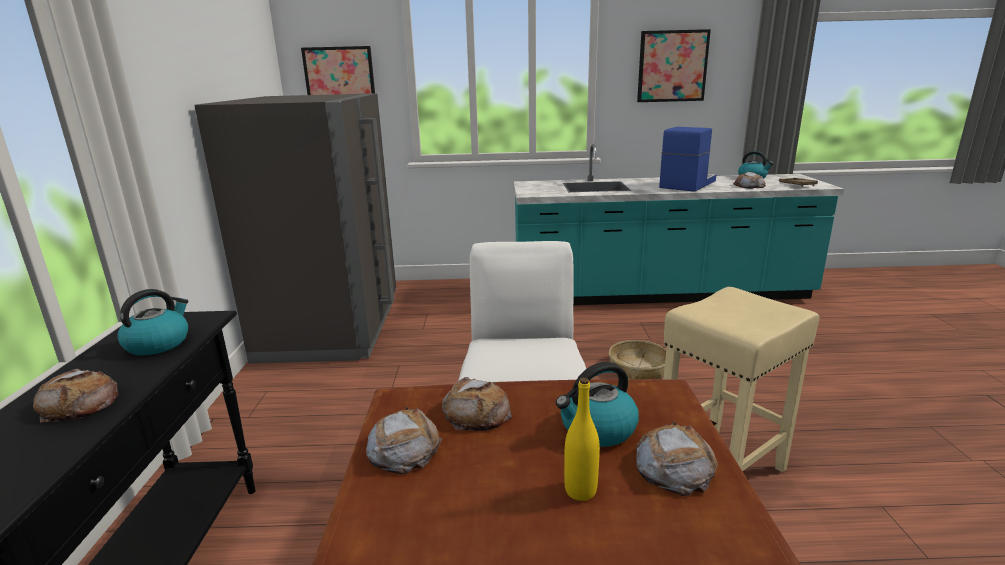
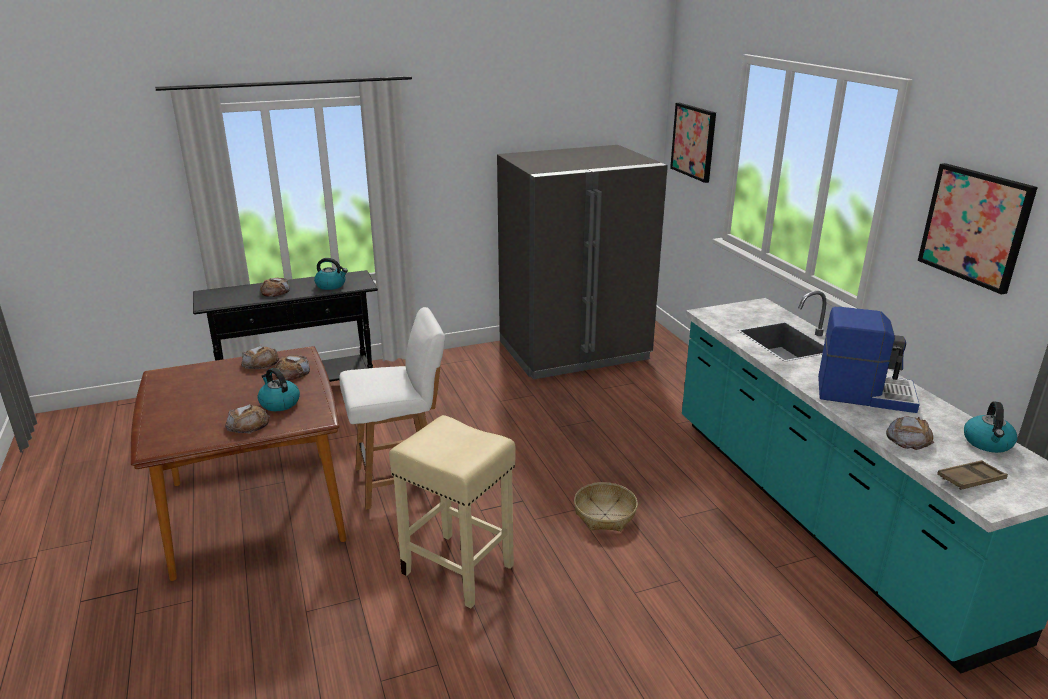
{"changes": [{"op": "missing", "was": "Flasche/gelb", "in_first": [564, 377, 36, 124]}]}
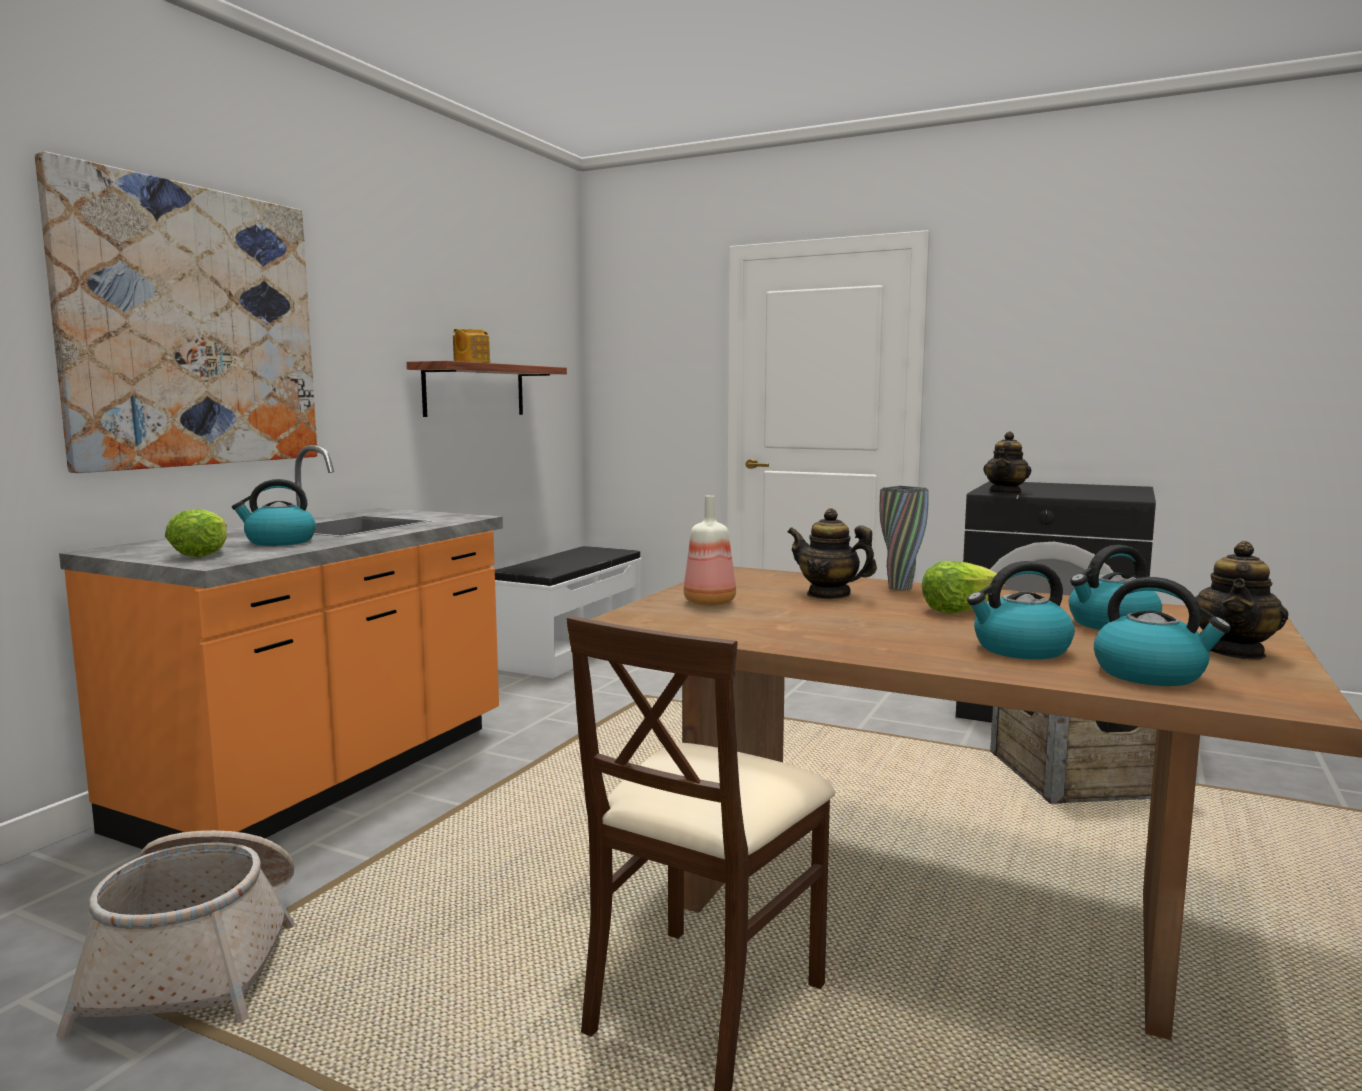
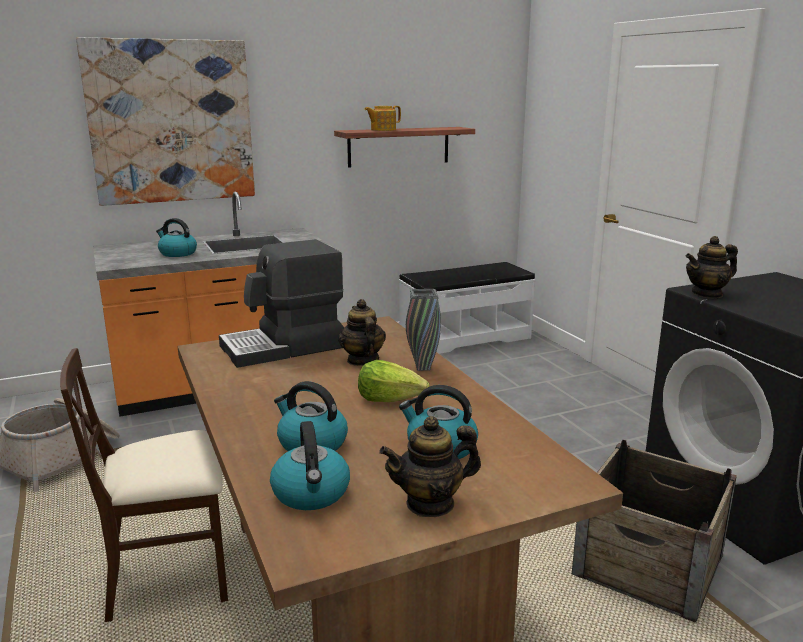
{"changes": [{"op": "missing", "was": "Salatkopf", "in_first": [165, 509, 62, 48]}, {"op": "exchanged", "was": "Flasche", "now": "Kaffeemaschine", "in_first": [684, 495, 52, 111], "in_second": [219, 239, 125, 129]}]}
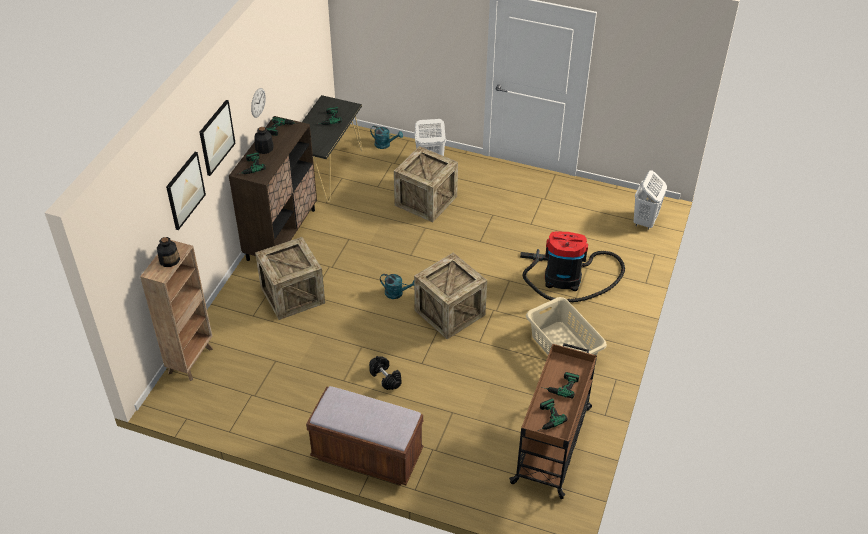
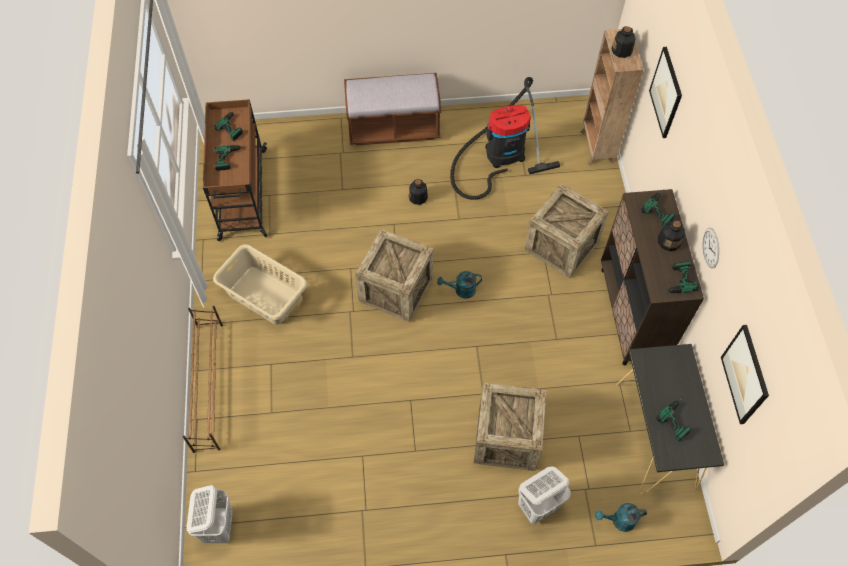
{"changes": [{"op": "relocated", "was": "Bild", "in_first": [199, 100, 37, 76], "in_second": [721, 325, 48, 99]}, {"op": "exchanged", "was": "Hantel/schwarz", "now": "Flasche", "in_first": [369, 356, 33, 34], "in_second": [409, 179, 19, 26]}, {"op": "relocated", "was": "Staubsauger", "in_first": [520, 231, 105, 71], "in_second": [450, 77, 110, 123]}, {"op": "appeared", "now": "Schuhregal/braun", "in_second": [183, 306, 40, 147]}]}
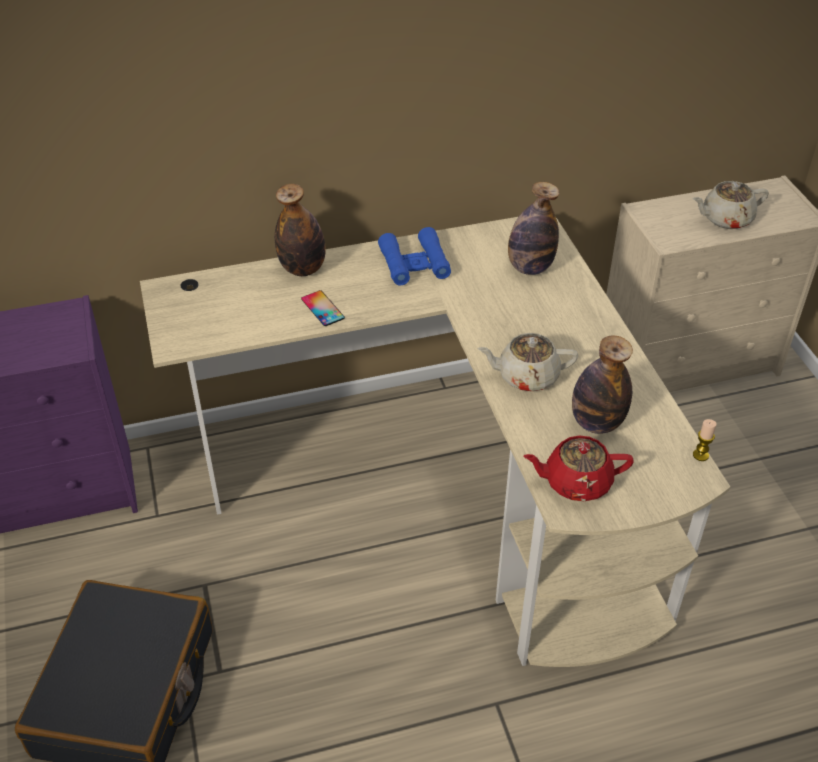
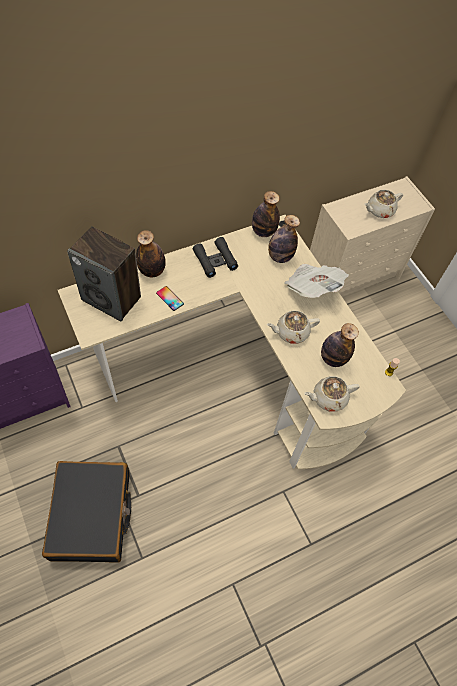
{"changes": [{"op": "colour", "was": "Fernglas/blau", "now": "Fernglas/schwarz", "in_first": [378, 227, 73, 58], "in_second": [193, 237, 45, 41]}, {"op": "colour", "was": "Teekanne/rot", "now": "Teekanne/beige", "in_first": [523, 436, 111, 65], "in_second": [304, 376, 56, 36]}, {"op": "appeared", "now": "Lautsprecher", "in_second": [67, 226, 74, 95]}, {"op": "appeared", "now": "Flasche", "in_second": [252, 191, 28, 46]}, {"op": "appeared", "now": "Zeitung", "in_second": [284, 264, 65, 34]}]}
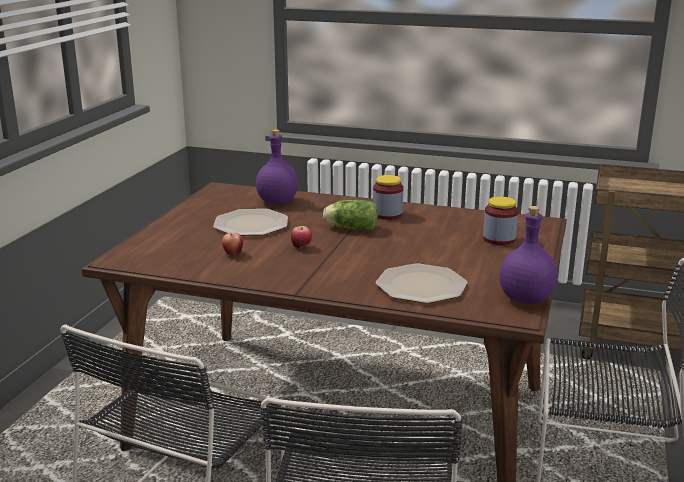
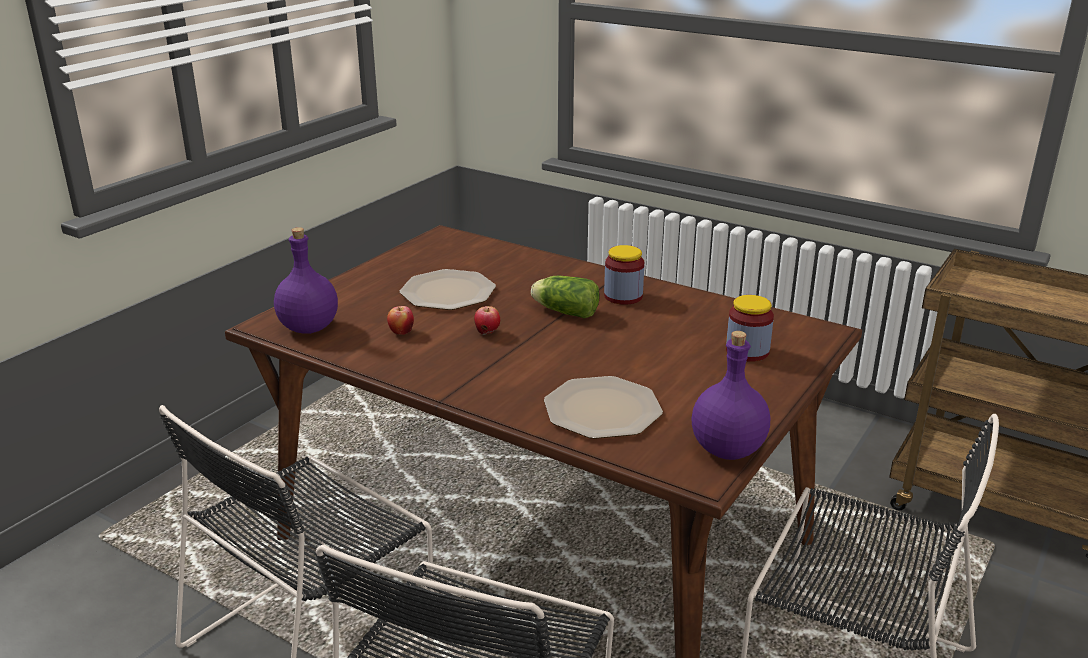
{"changes": [{"op": "relocated", "was": "Flasche/lila", "in_first": [256, 130, 42, 74], "in_second": [274, 227, 64, 107]}]}
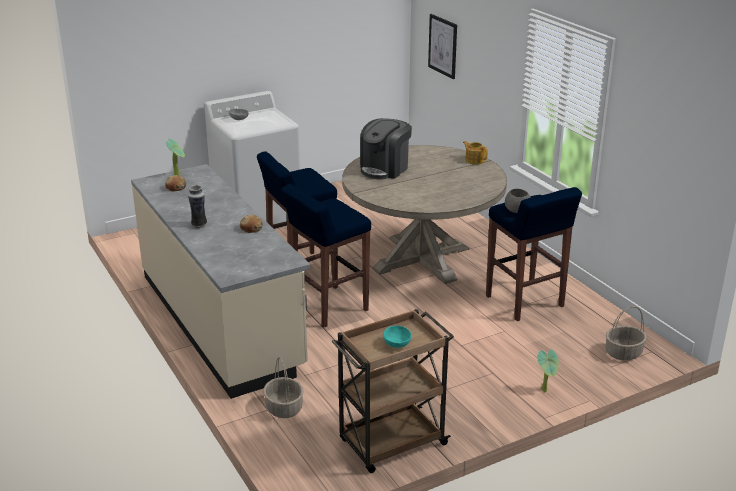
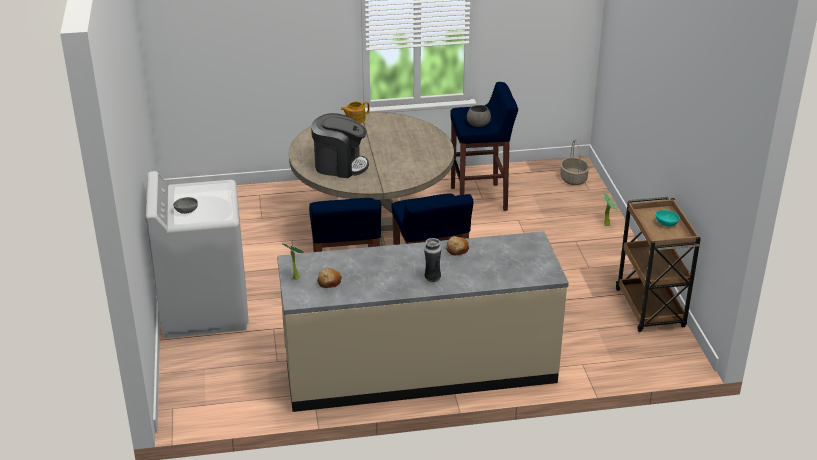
{"changes": [{"op": "missing", "was": "Korb", "in_first": [263, 357, 41, 61]}, {"op": "spun", "was": "Kaffeemaschine", "in_first": [360, 118, 52, 62], "in_second": [311, 113, 58, 65], "clockwise": -45}, {"op": "missing", "was": "Bild", "in_first": [428, 14, 29, 65]}]}
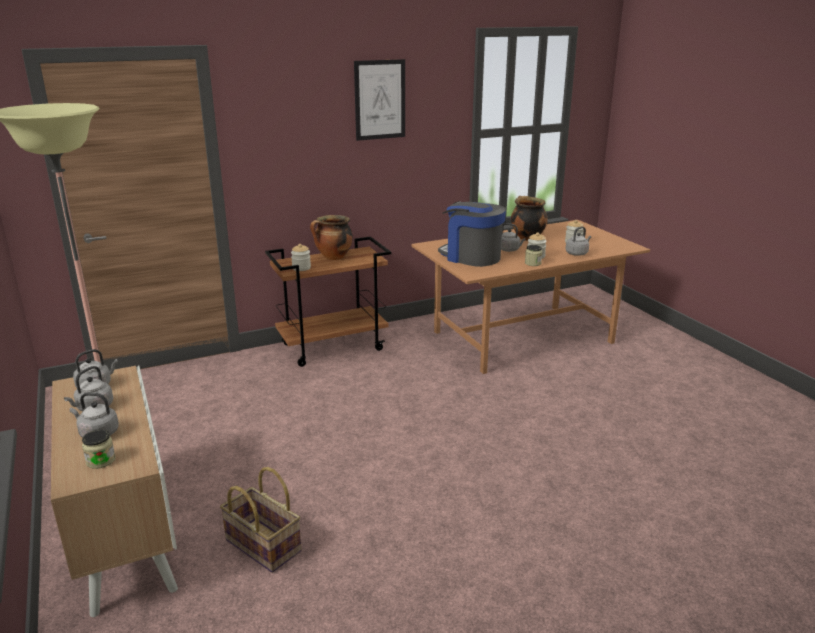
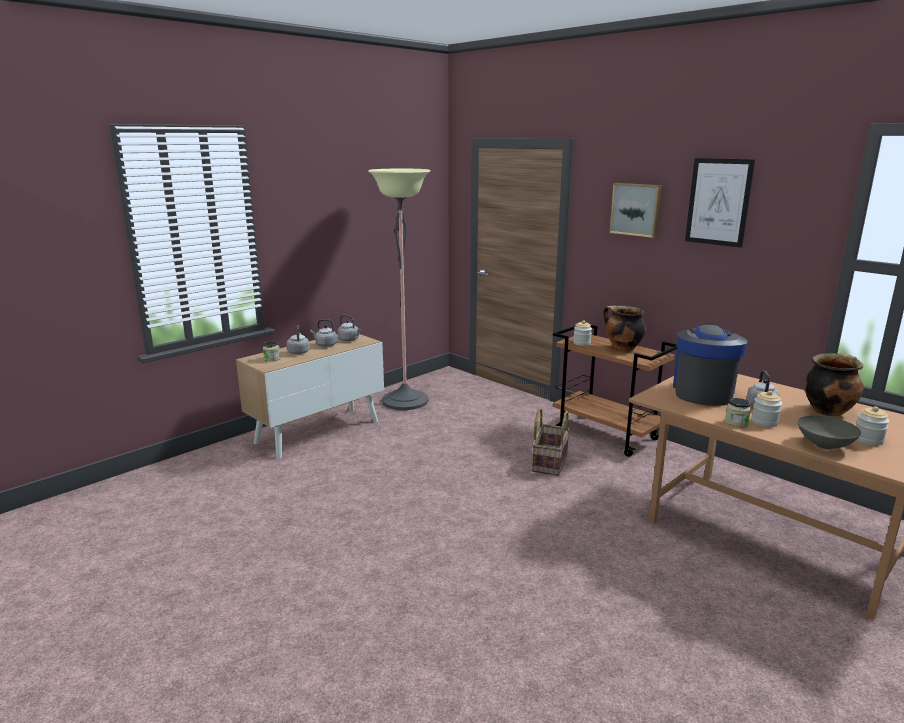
{"changes": [{"op": "relocated", "was": "Korb", "in_first": [220, 467, 82, 106], "in_second": [532, 407, 38, 69]}, {"op": "exchanged", "was": "Wasserkessel/grau", "now": "Schüssel/grau", "in_first": [566, 227, 25, 29], "in_second": [798, 415, 63, 34]}, {"op": "appeared", "now": "Bild", "in_second": [610, 183, 52, 55]}]}
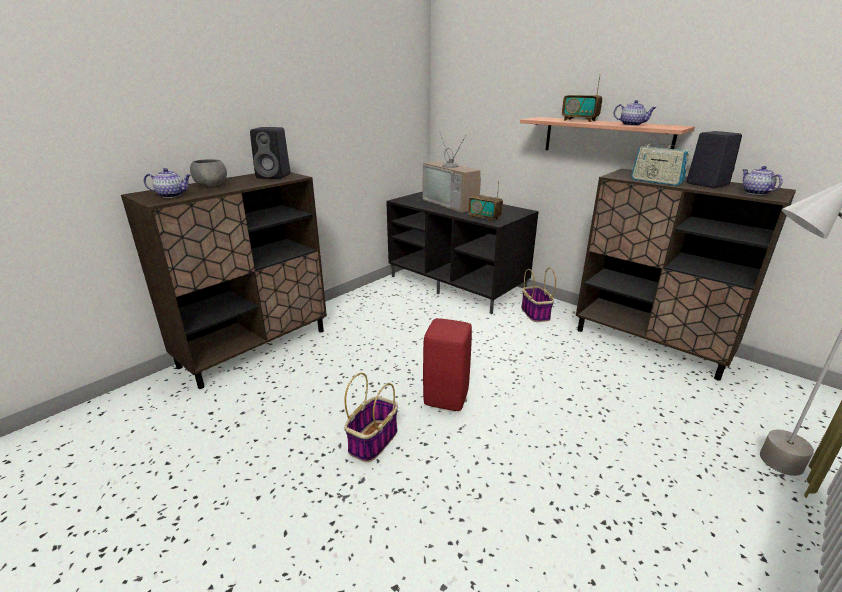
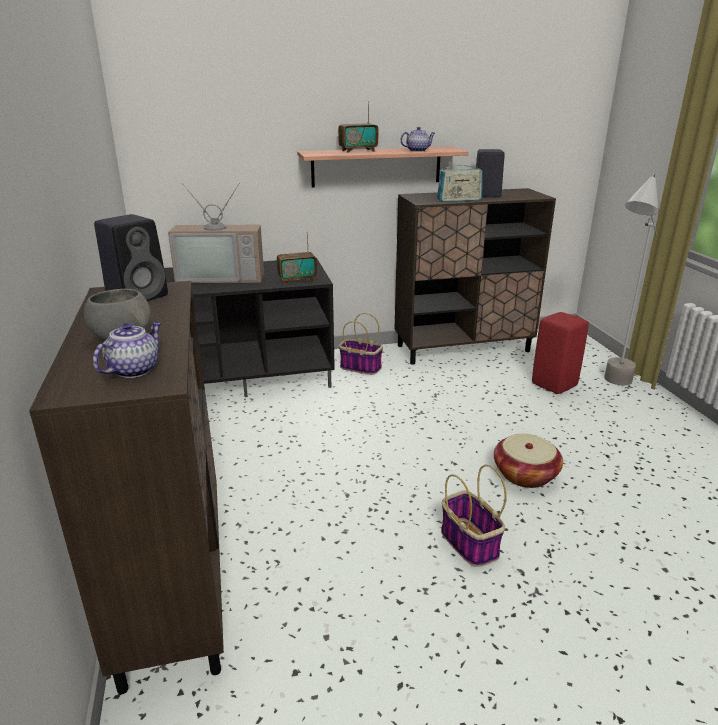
{"changes": [{"op": "relocated", "was": "Hocker/rot", "in_first": [423, 318, 49, 93], "in_second": [532, 312, 57, 82]}, {"op": "missing", "was": "Teekanne", "in_first": [742, 166, 41, 29]}, {"op": "appeared", "now": "Korb", "in_second": [494, 433, 69, 55]}]}
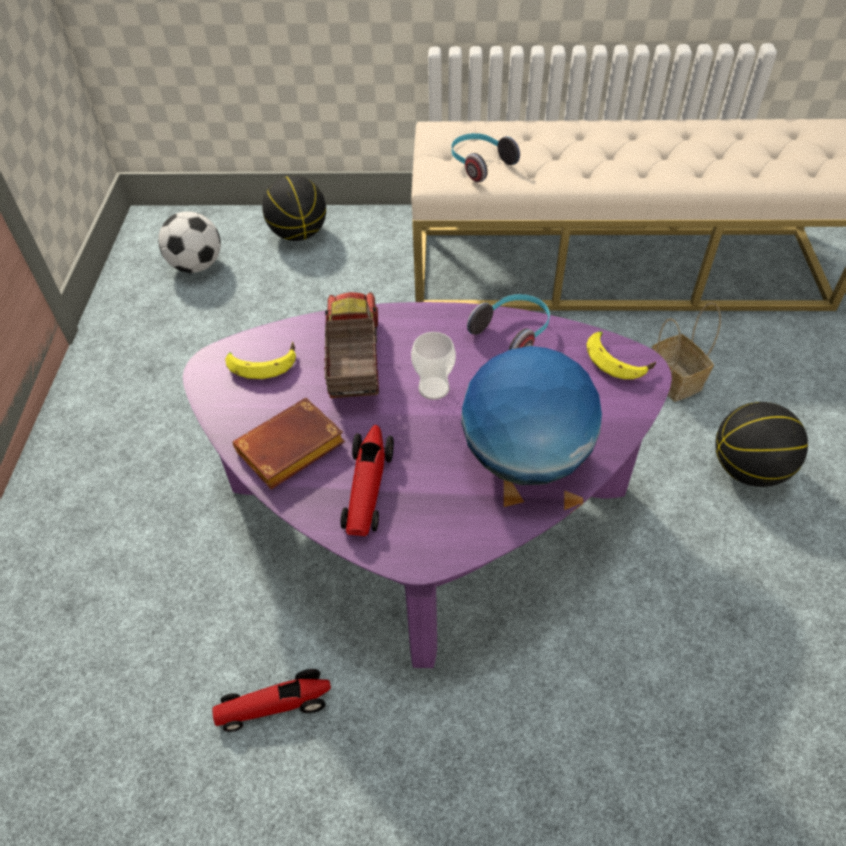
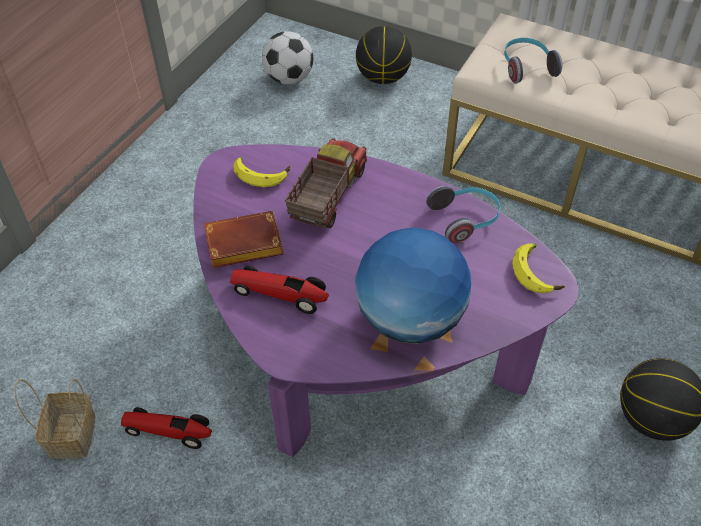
{"changes": [{"op": "spun", "was": "Spielzeugauto", "in_first": [341, 425, 53, 111], "in_second": [230, 266, 99, 48], "clockwise": 75}, {"op": "missing", "was": "Tasse", "in_first": [411, 332, 45, 68]}, {"op": "relocated", "was": "Korb", "in_first": [651, 302, 70, 100], "in_second": [14, 378, 82, 81]}]}
